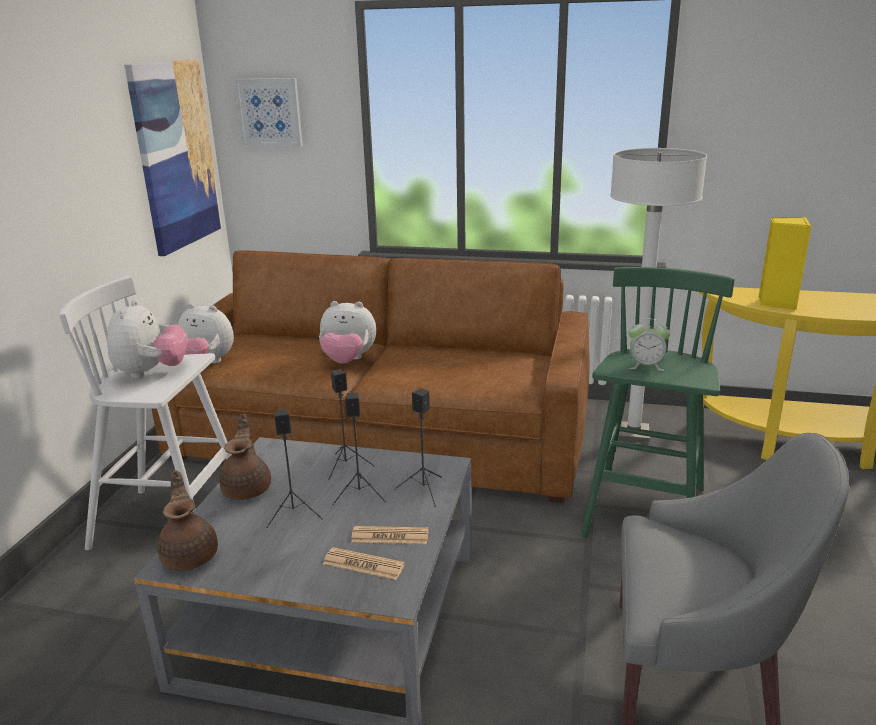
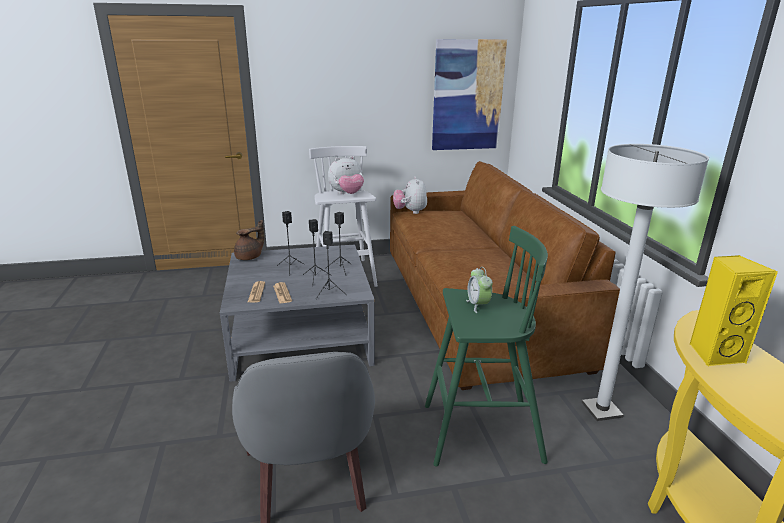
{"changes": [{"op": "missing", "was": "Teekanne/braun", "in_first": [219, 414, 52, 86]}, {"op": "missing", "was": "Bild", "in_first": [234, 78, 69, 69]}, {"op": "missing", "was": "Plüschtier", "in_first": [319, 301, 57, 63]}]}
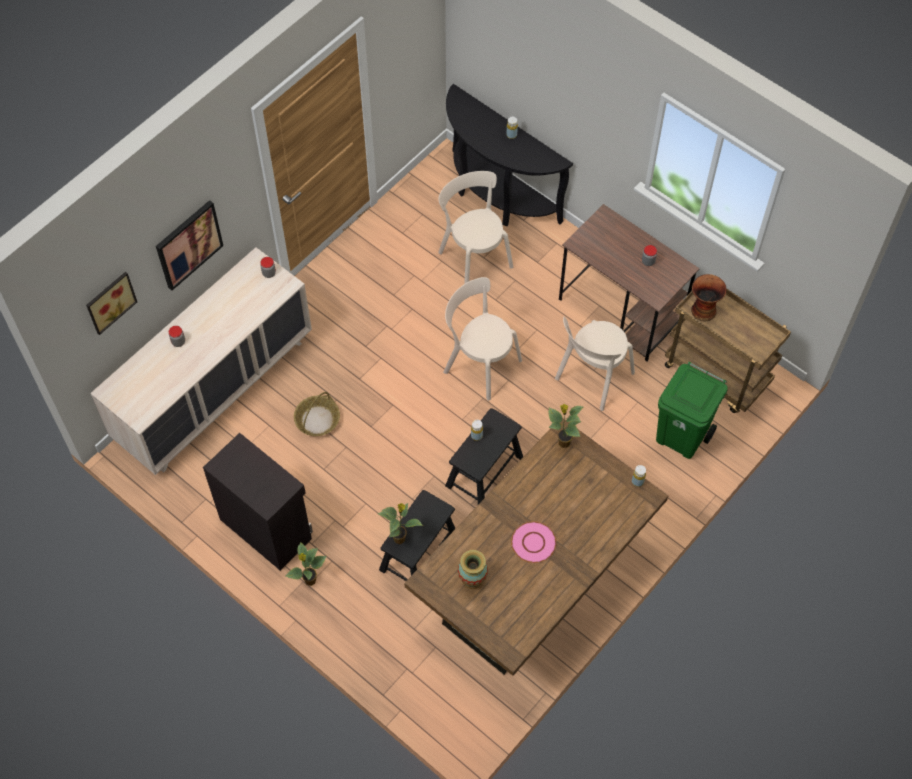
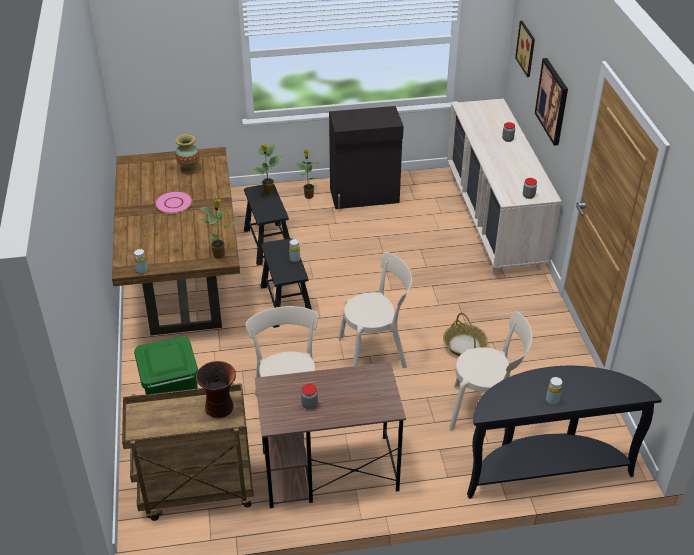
{"changes": [{"op": "relocated", "was": "Korb", "in_first": [294, 392, 46, 44], "in_second": [443, 313, 45, 43]}]}
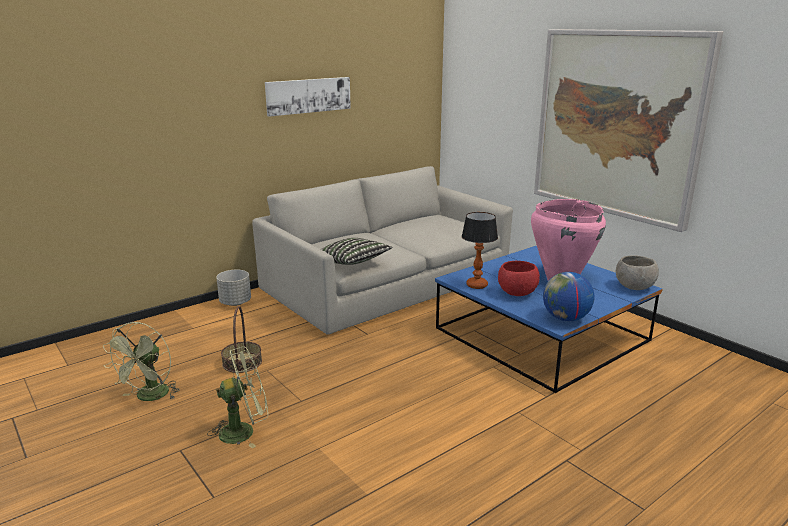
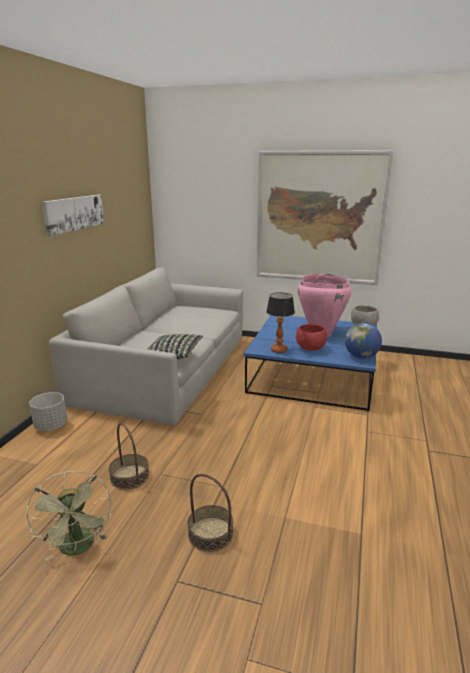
{"changes": [{"op": "exchanged", "was": "Ventilator/grün", "now": "Korb", "in_first": [207, 346, 61, 103], "in_second": [187, 474, 47, 78]}]}
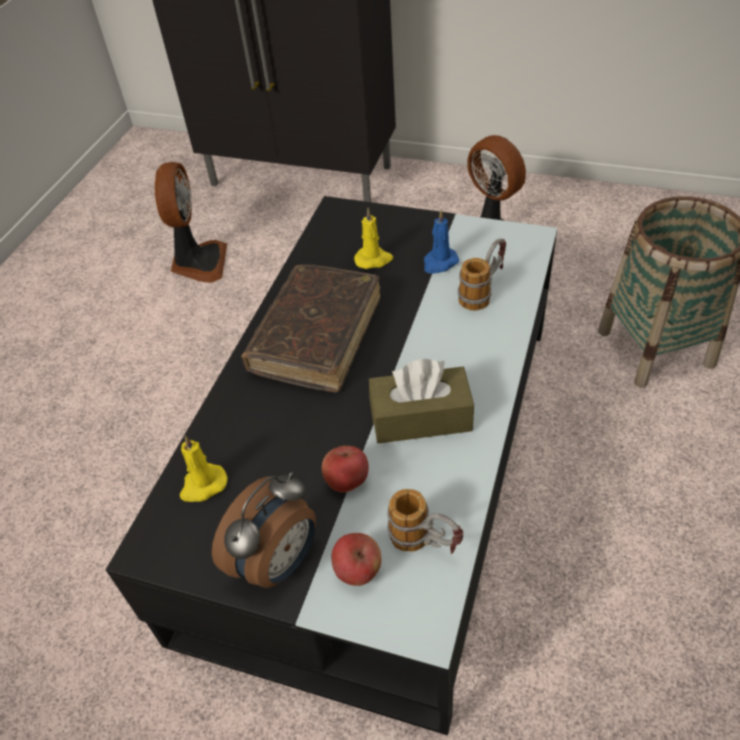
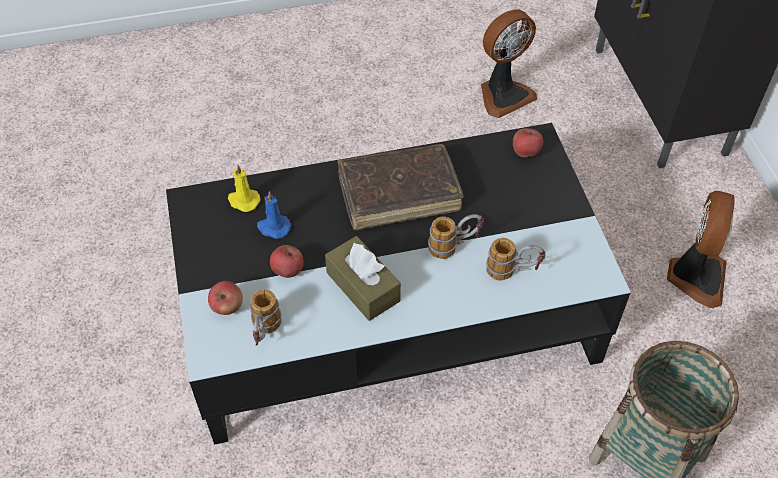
{"changes": [{"op": "missing", "was": "Wecker", "in_first": [212, 472, 104, 116]}, {"op": "missing", "was": "Kerze/gelb", "in_first": [354, 208, 39, 61]}, {"op": "relocated", "was": "Kerze/blau", "in_first": [424, 210, 35, 64], "in_second": [257, 191, 34, 48]}, {"op": "appeared", "now": "Henkelbecher", "in_second": [428, 214, 56, 45]}, {"op": "appeared", "now": "Apfel", "in_second": [513, 128, 30, 29]}]}
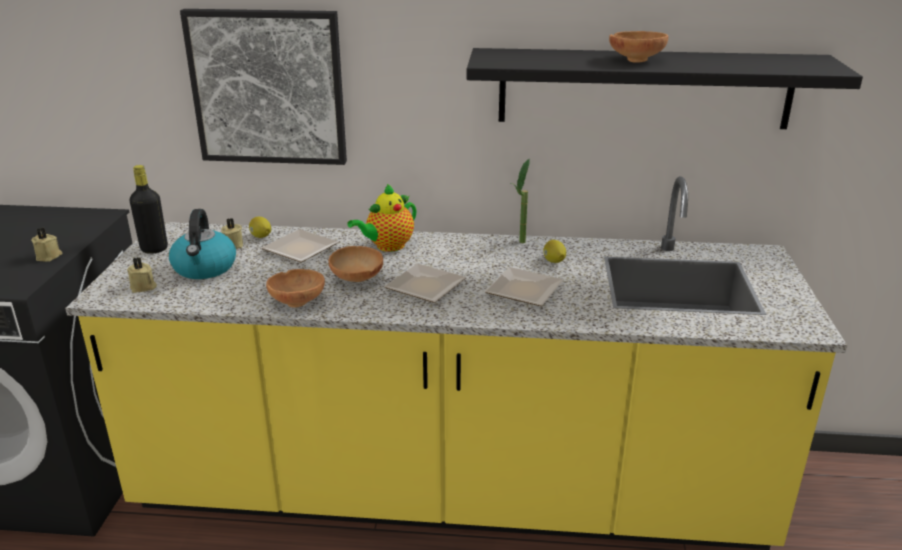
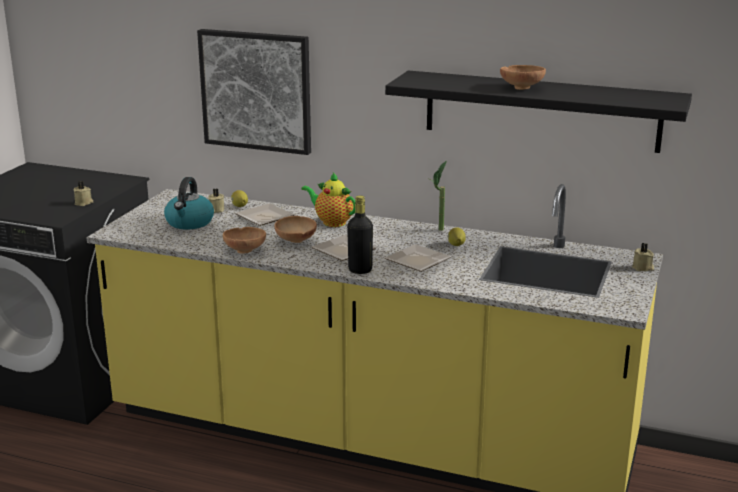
{"changes": [{"op": "relocated", "was": "Kerze/beige", "in_first": [127, 257, 30, 36], "in_second": [632, 243, 22, 28]}, {"op": "relocated", "was": "Flasche/schwarz", "in_first": [130, 165, 38, 89], "in_second": [347, 196, 26, 78]}, {"op": "spun", "was": "Teekanne", "in_first": [347, 184, 70, 68], "in_second": [301, 172, 54, 55], "clockwise": 60}]}
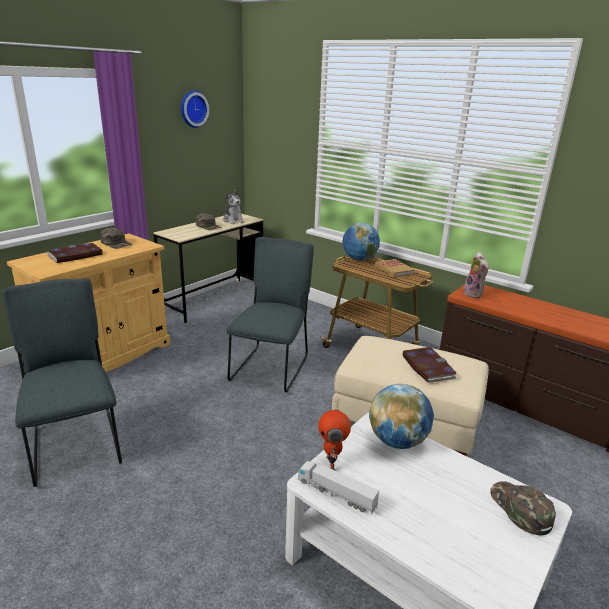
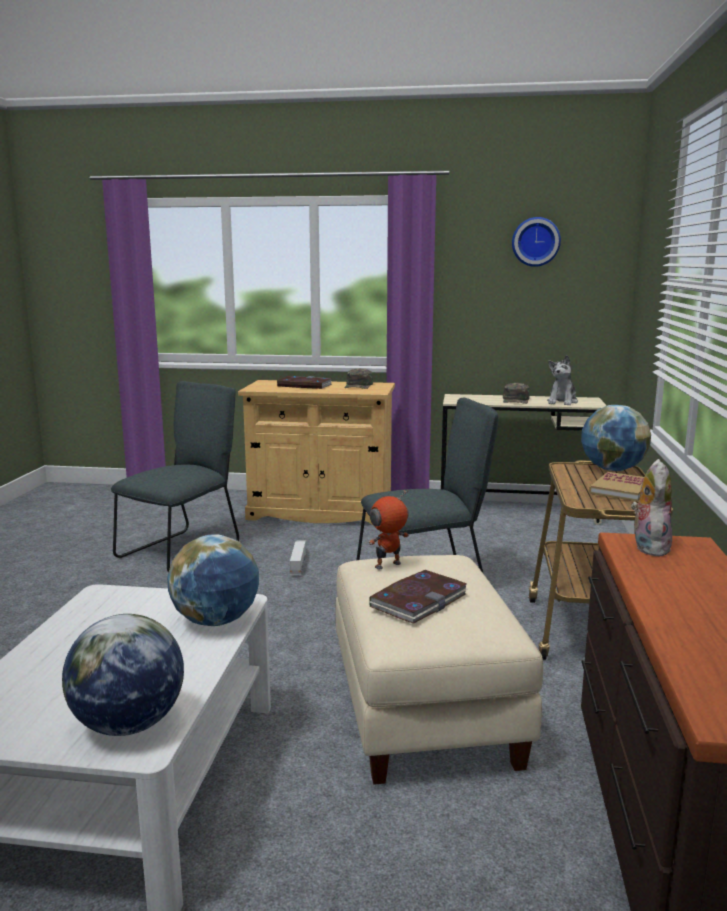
{"changes": [{"op": "relocated", "was": "Spielzeuglaster", "in_first": [298, 461, 81, 53], "in_second": [290, 541, 17, 34]}, {"op": "relocated", "was": "Spielzeugroboter", "in_first": [318, 400, 33, 70], "in_second": [369, 490, 40, 79]}, {"op": "spun", "was": "Plüschtier", "in_first": [464, 252, 25, 47], "in_second": [631, 459, 41, 97], "clockwise": 150}, {"op": "exchanged", "was": "Kappe/grün", "now": "Globus", "in_first": [490, 481, 66, 54], "in_second": [62, 614, 122, 122]}]}
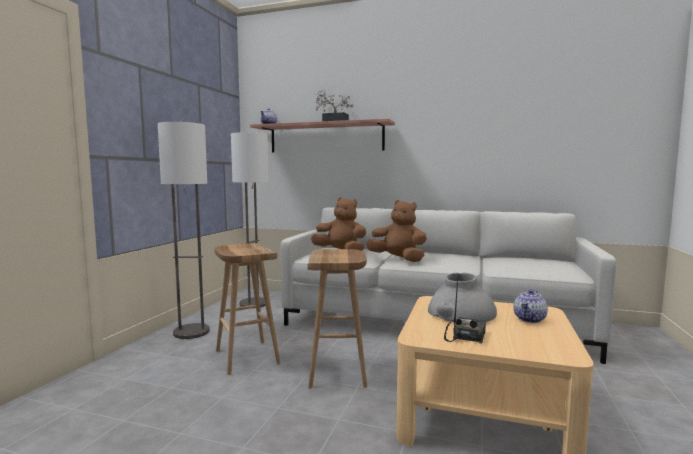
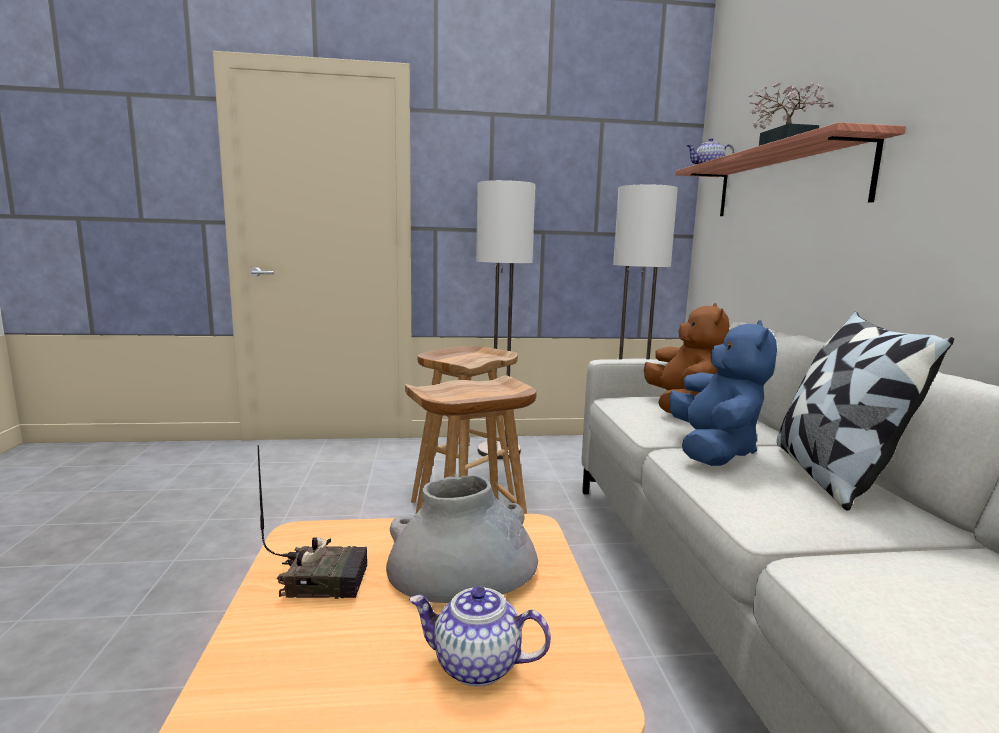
{"changes": [{"op": "colour", "was": "Plüschtier/braun", "now": "Plüschtier/blau", "in_first": [366, 200, 61, 62], "in_second": [669, 320, 108, 146]}, {"op": "appeared", "now": "Kissen", "in_second": [777, 312, 177, 199]}]}
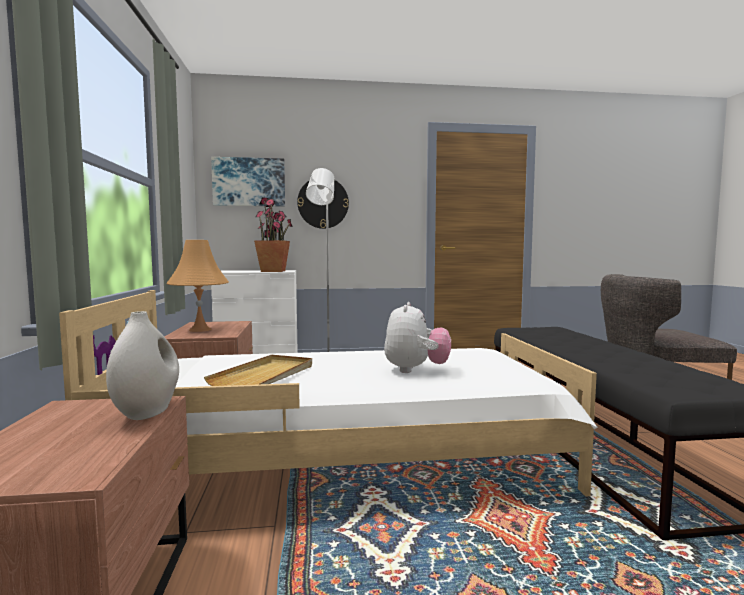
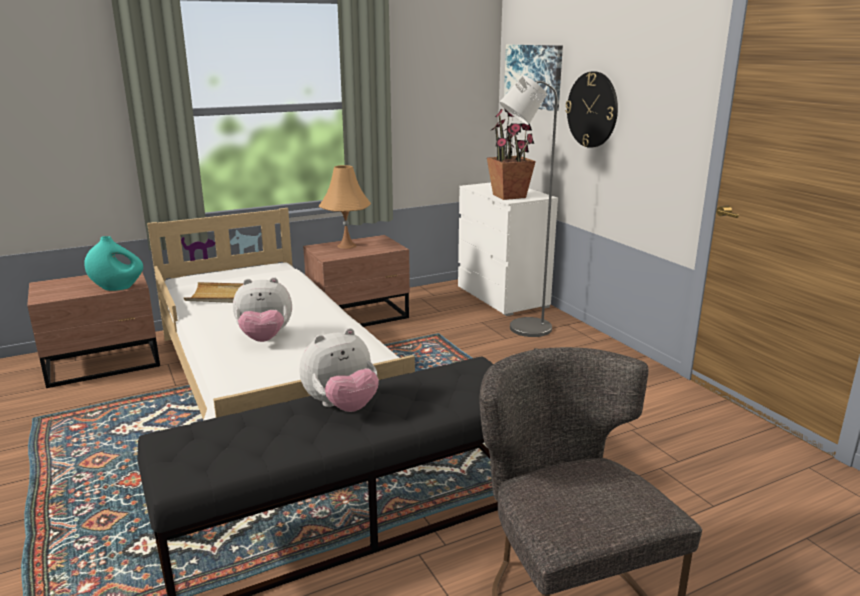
{"changes": [{"op": "colour", "was": "Vase/weiß", "now": "Vase/türkis", "in_first": [106, 311, 73, 109], "in_second": [84, 236, 59, 55]}, {"op": "appeared", "now": "Plüschtier", "in_second": [300, 328, 79, 84]}]}
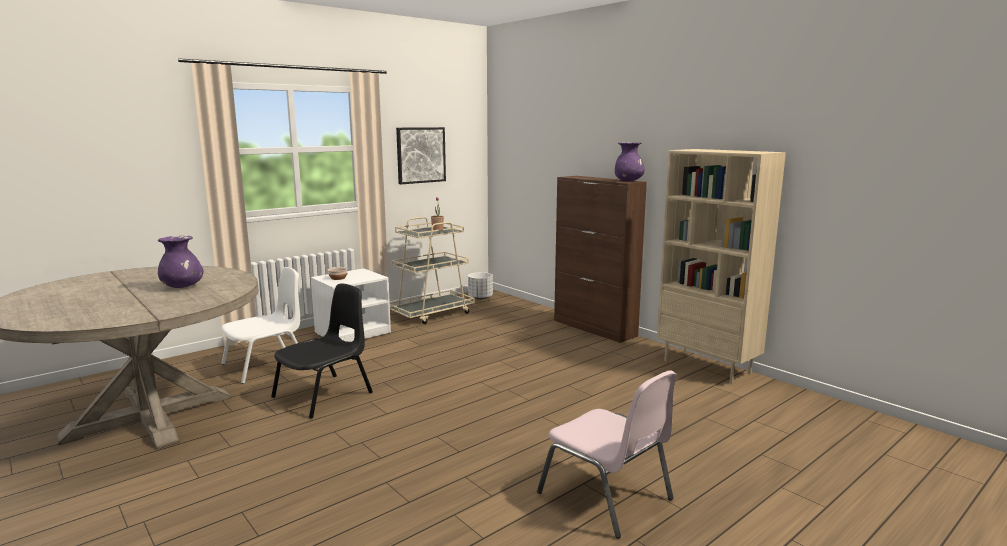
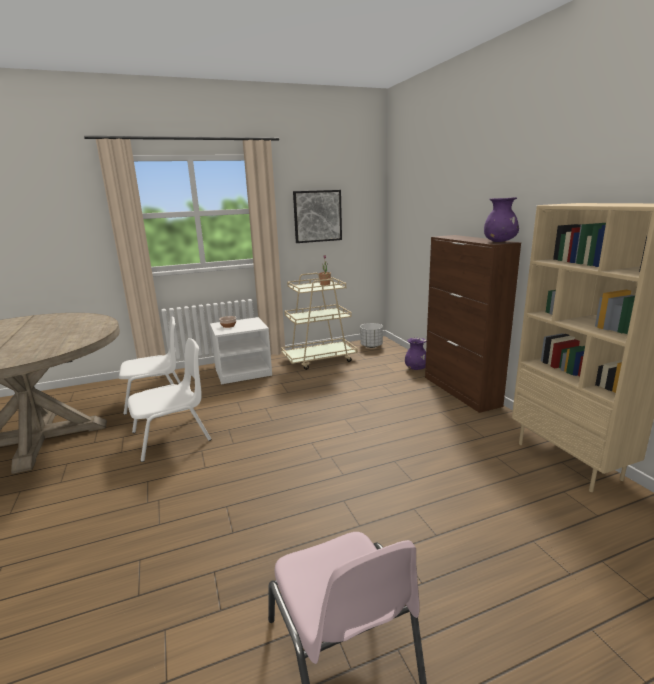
{"changes": [{"op": "relocated", "was": "Vase/lila", "in_first": [158, 236, 45, 52], "in_second": [405, 338, 21, 32]}, {"op": "colour", "was": "Stuhl/schwarz", "now": "Stuhl/weiß", "in_first": [271, 283, 102, 135], "in_second": [128, 338, 83, 124]}]}
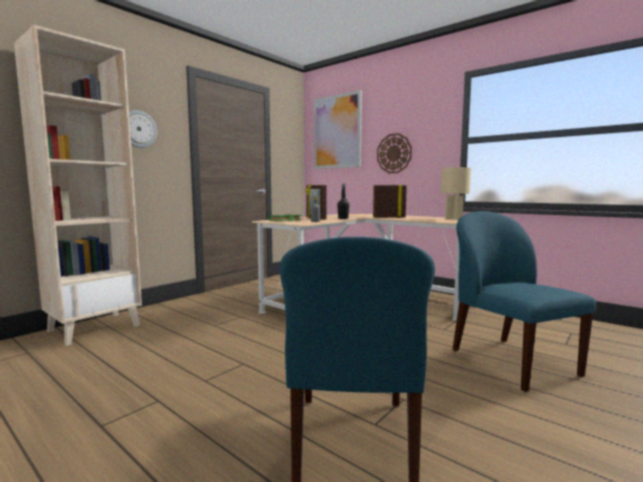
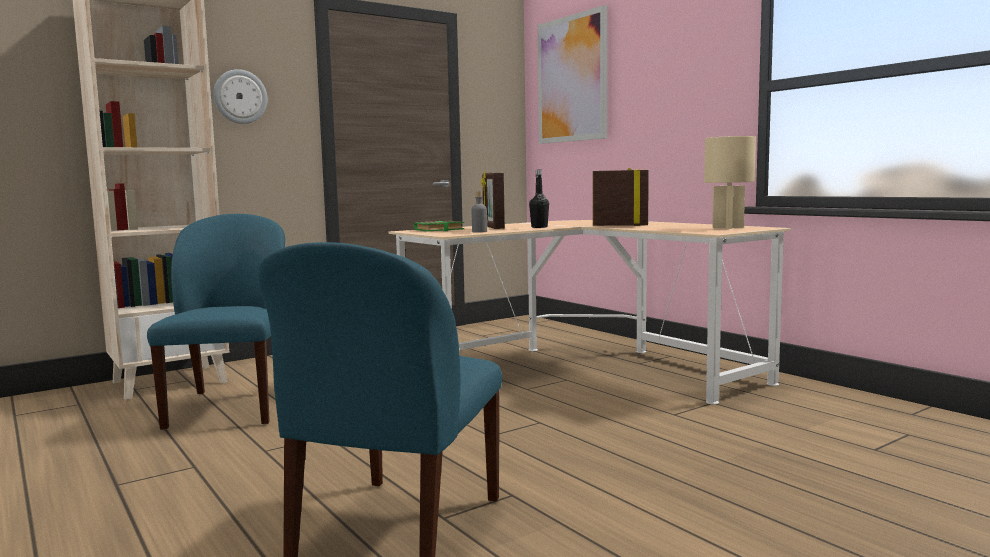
{"changes": [{"op": "missing", "was": "Wanduhr", "in_first": [377, 133, 35, 40]}, {"op": "relocated", "was": "Stuhl/blau", "in_first": [452, 211, 144, 181], "in_second": [147, 214, 138, 216]}]}
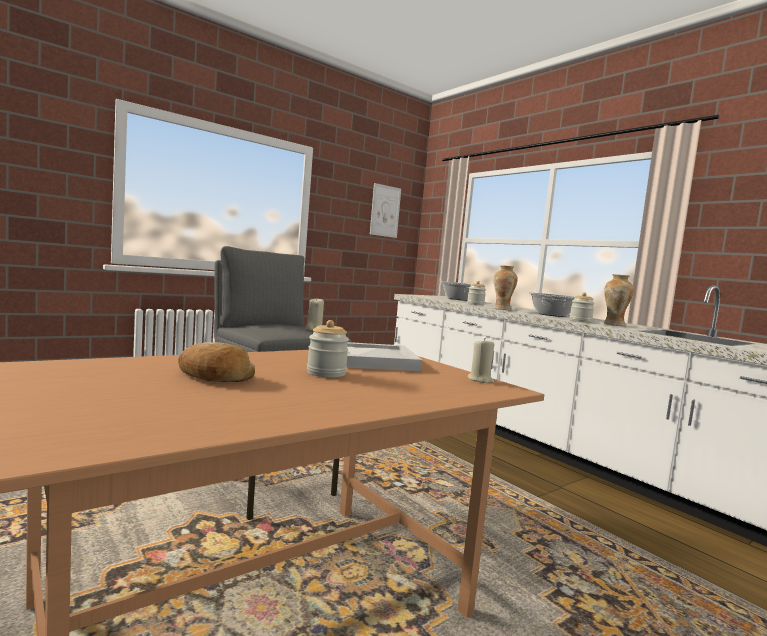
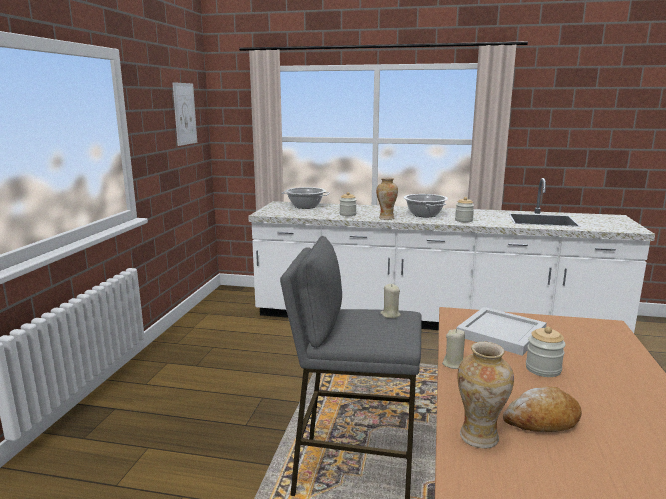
{"changes": [{"op": "relocated", "was": "Kerze/beige", "in_first": [468, 339, 27, 44], "in_second": [442, 329, 23, 40]}, {"op": "relocated", "was": "Vase", "in_first": [604, 274, 30, 52], "in_second": [458, 342, 56, 106]}]}
